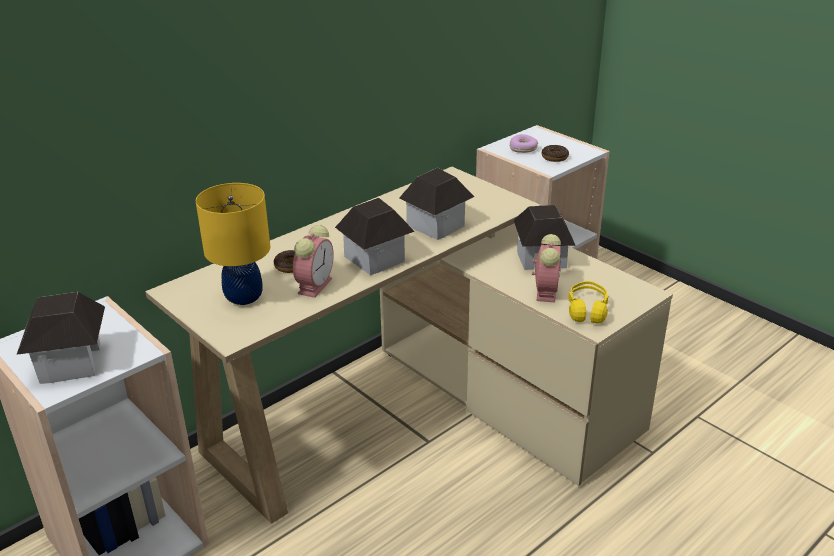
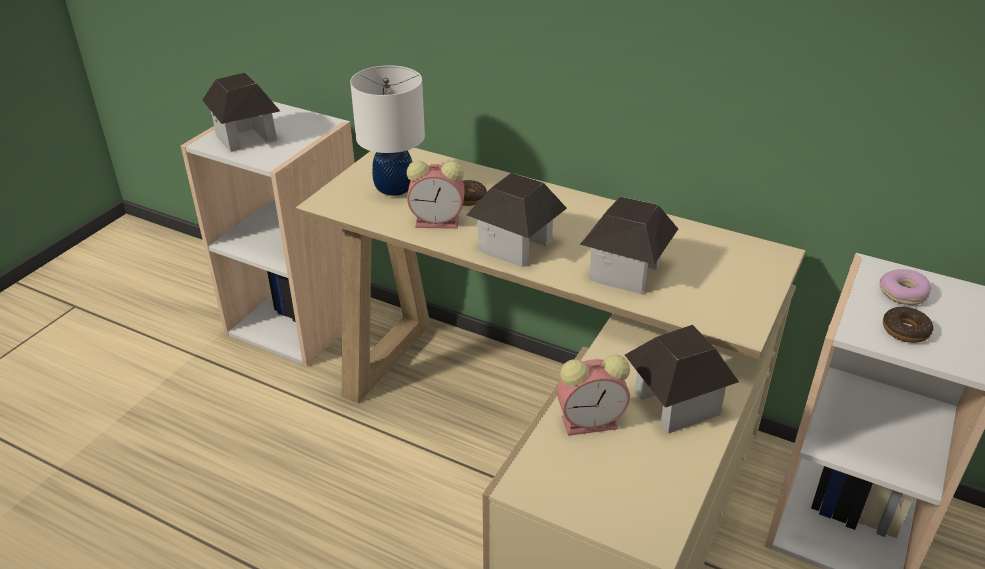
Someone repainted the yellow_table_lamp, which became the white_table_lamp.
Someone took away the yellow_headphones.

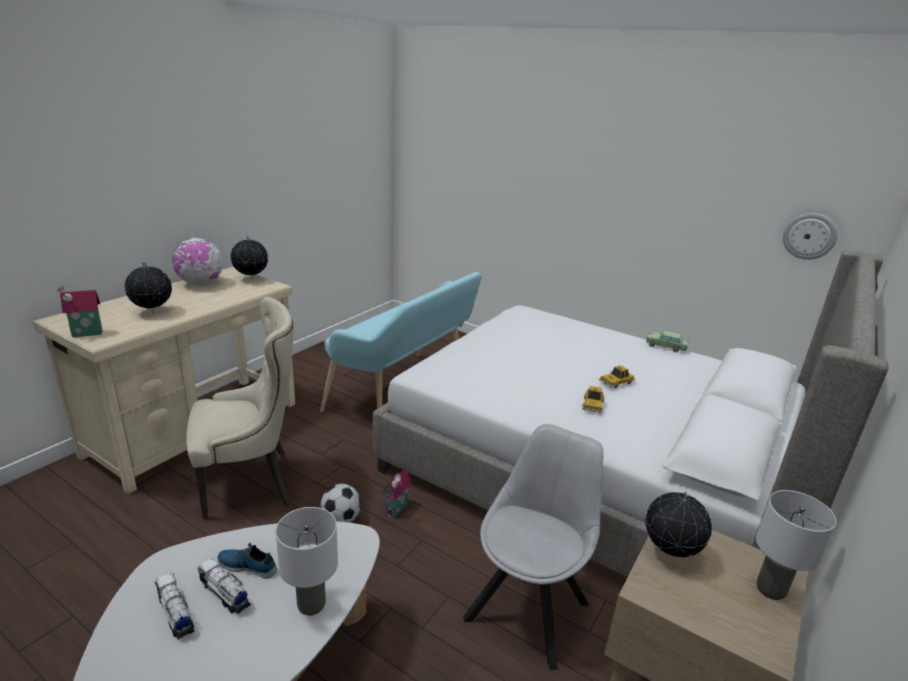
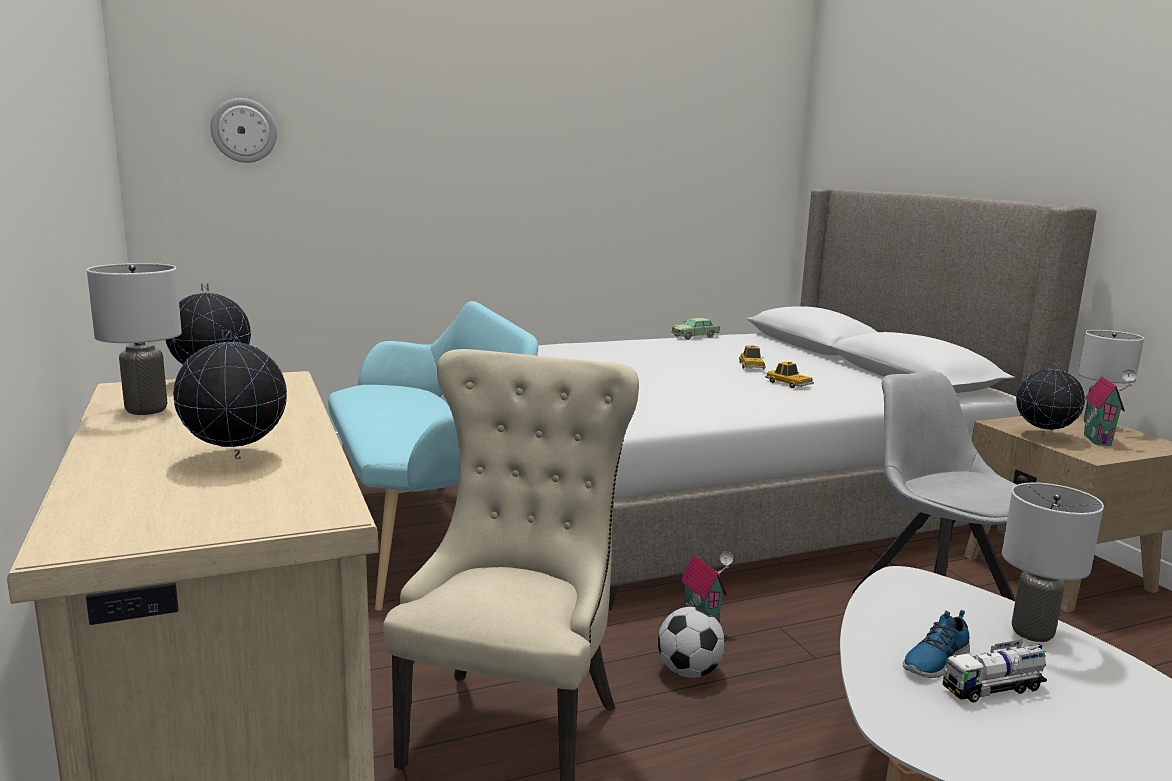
Someone carried the toy_house (1st from left in the first image).
Someone took away the toy_truck (1st from left).
Someone swapped the globe (2nd from left) for the white_table_lamp (1st from left).
Someone carried the wall_clock.

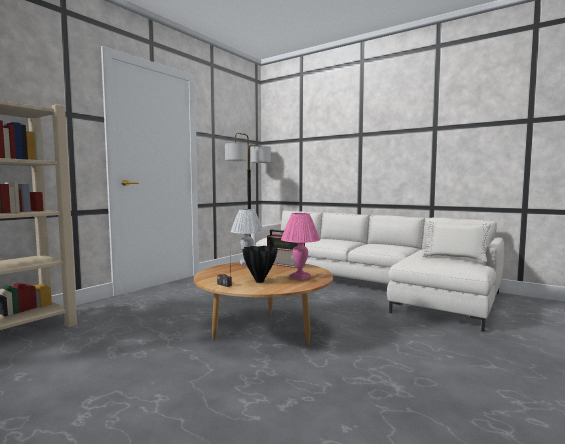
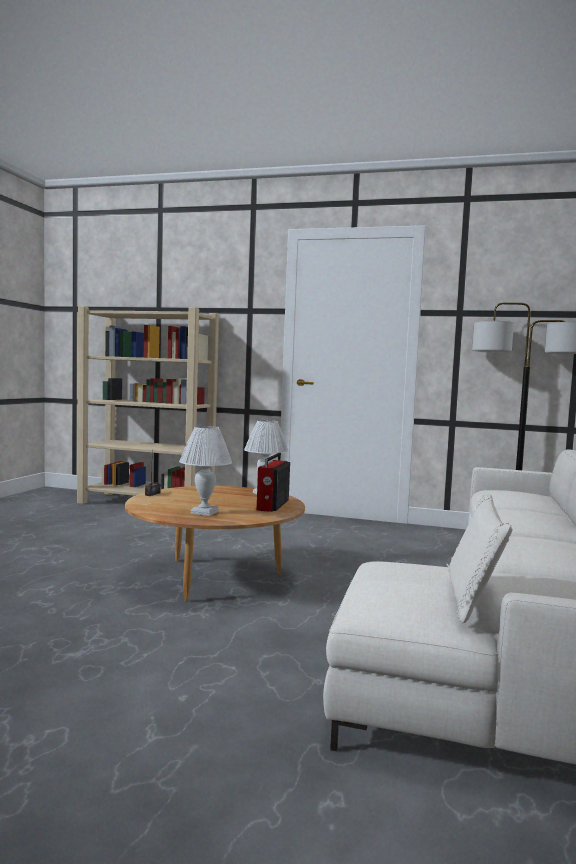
Someone took away the black_vase.
Someone repainted the pink_table_lamp, which became the white_table_lamp (1st from left).

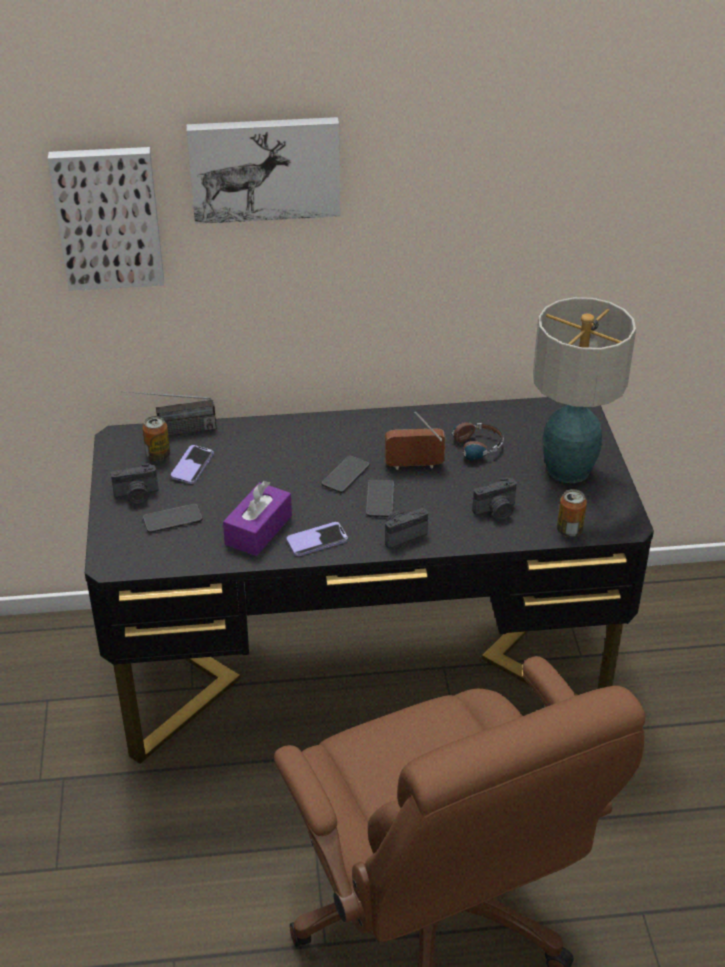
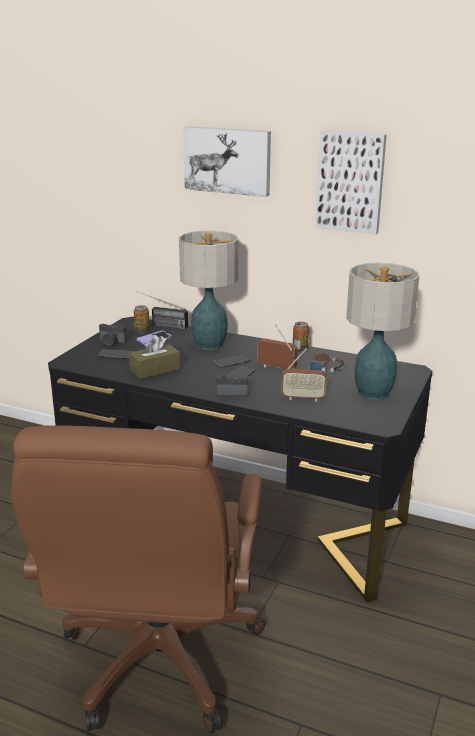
Someone carried the picture (1st from left in the first image).
Someone repainted the purple_tissue_box, which became the brown_tissue_box.
Someone took away the phone (3rd from left).
Someone swapped the photo_camera (3rd from left) for the radio (3rd from left).
Someone carried the can (2nd from left).
Someone put down the table_lamp (1st from left).

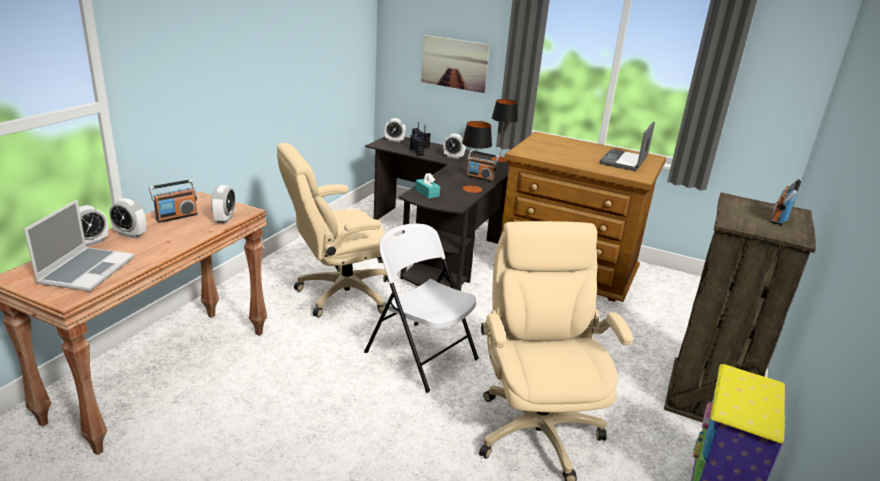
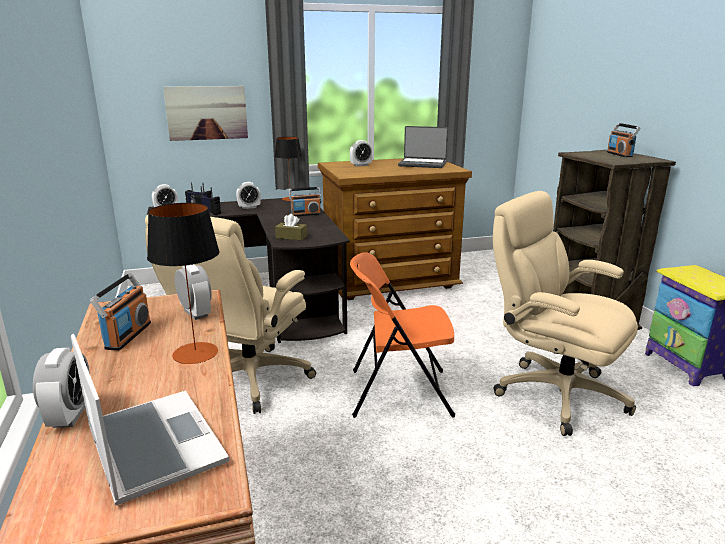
Someone carried the alarm_clock (2nd from left in the first image).
Someone repainted the white_chair, which became the orange_chair.
Someone repainted the turquoise_tissue_box, which became the brown_tissue_box.
Someone carried the table_lamp (1st from left).
Someone rotated the laptop (2nd from left) by 60 degrees counterclockwise.

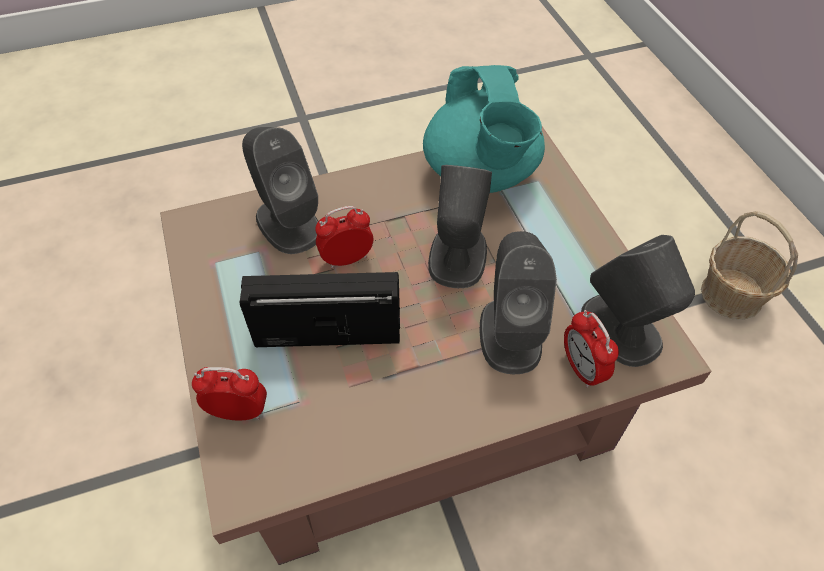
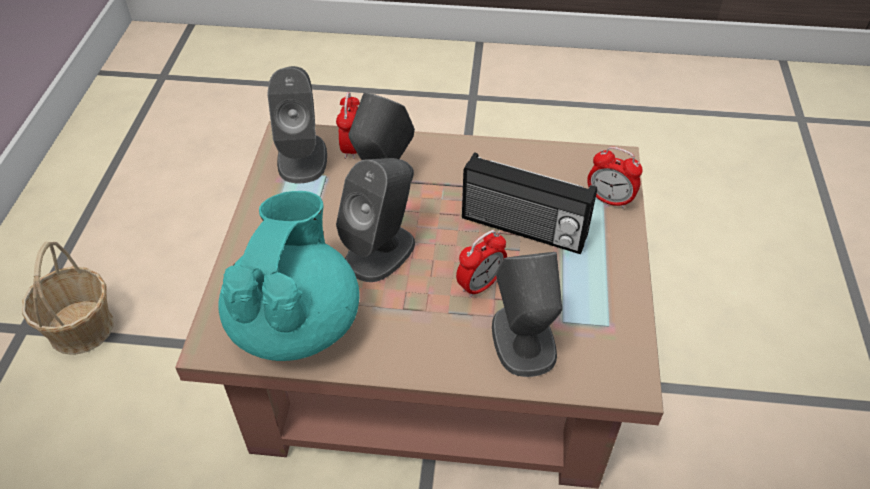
Someone rotated the alarm_clock (2nd from left) by 45 degrees counterclockwise.

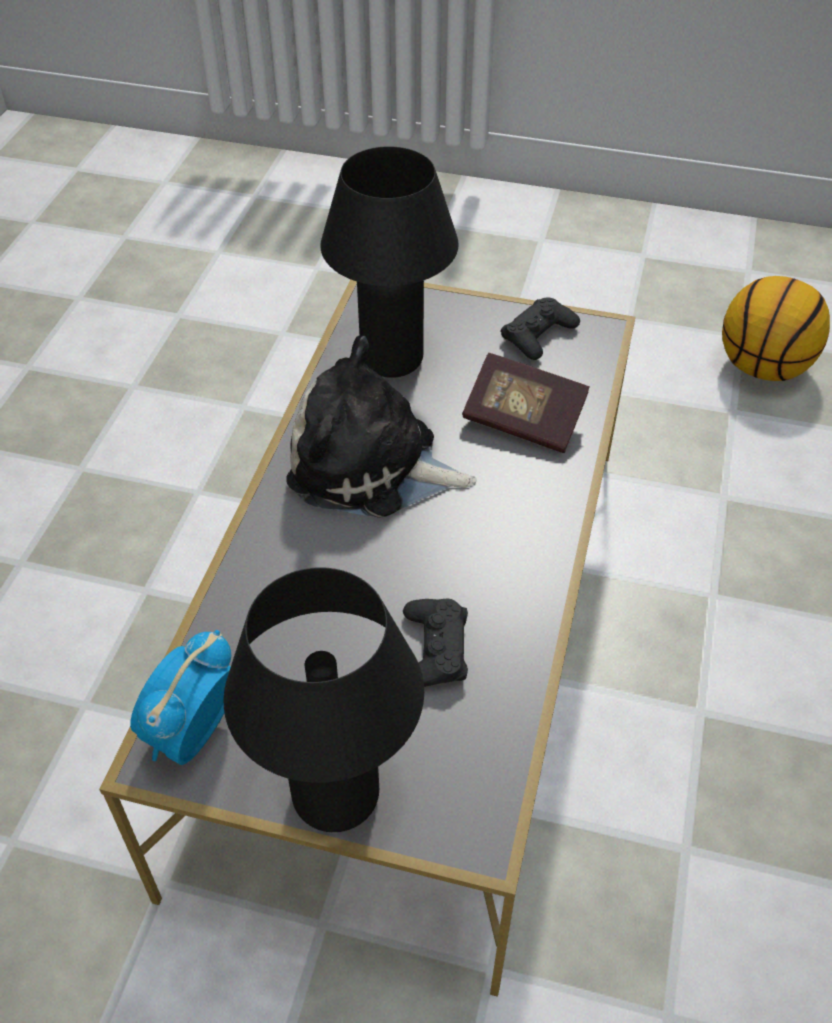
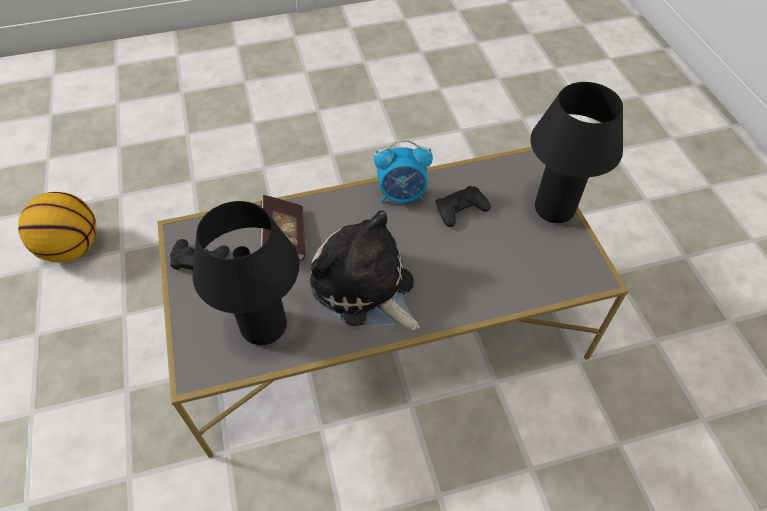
Someone carried the alarm_clock.
Someone rotated the plush_toy by 150 degrees clockwise.

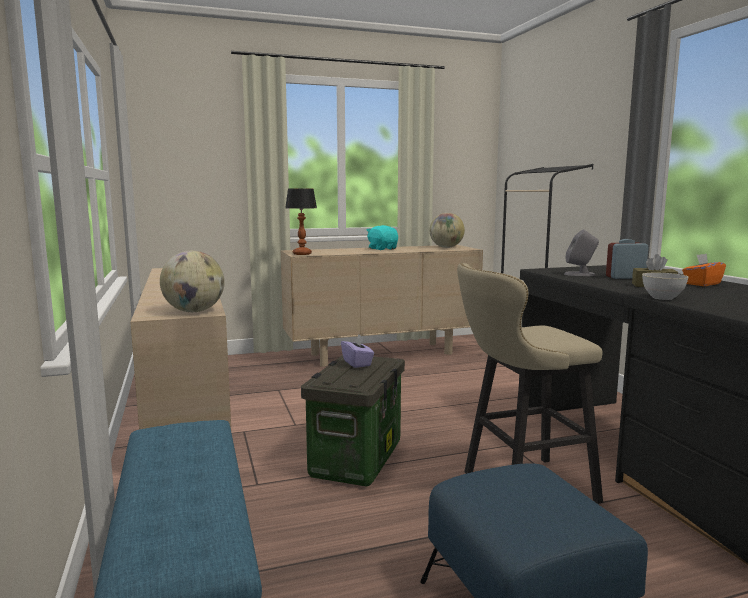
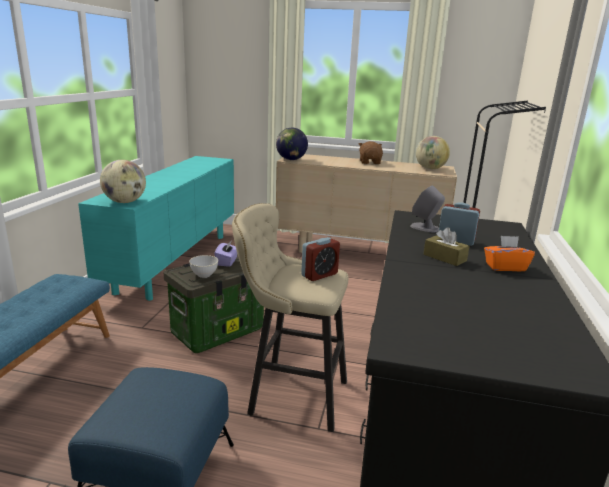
Someone repainted the beige_cabinet, which became the turquoise_cabinet.
Someone swapped the table_lamp for the globe (2nd from left).
Someone repainted the turquoise_plush_toy, which became the brown_plush_toy.
Someone carried the grey_bowl.
Someone put down the alarm_clock (1st from left).

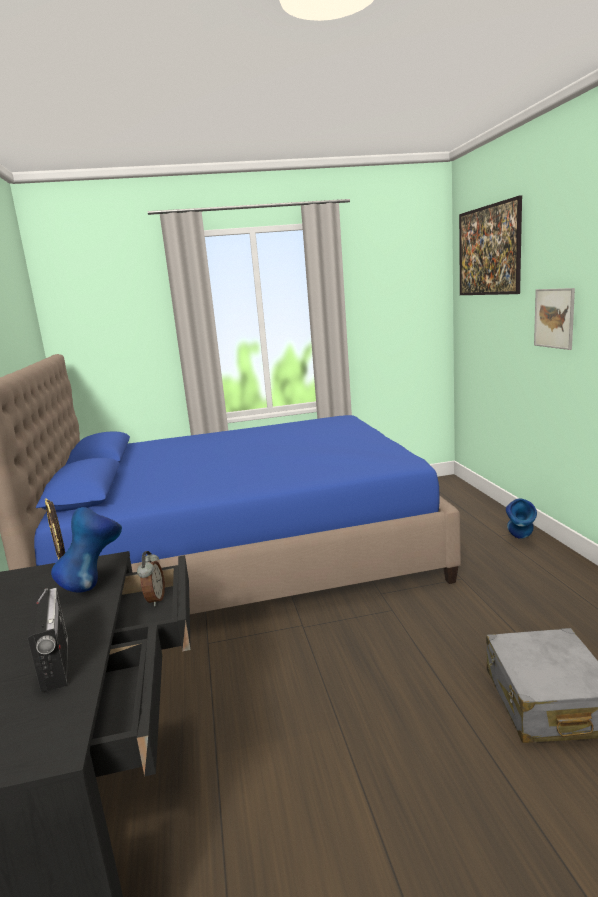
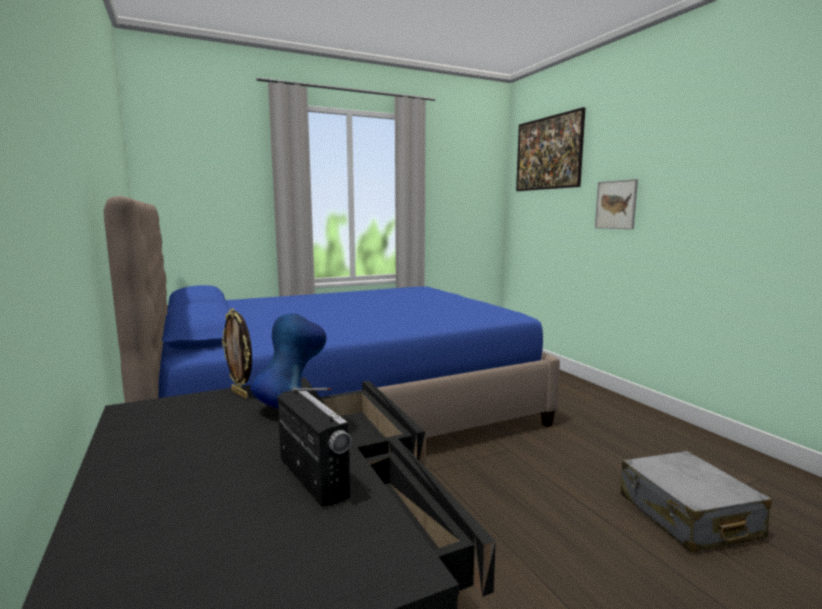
Someone took away the alarm_clock.
Someone took away the blue_vase (2nd from left).

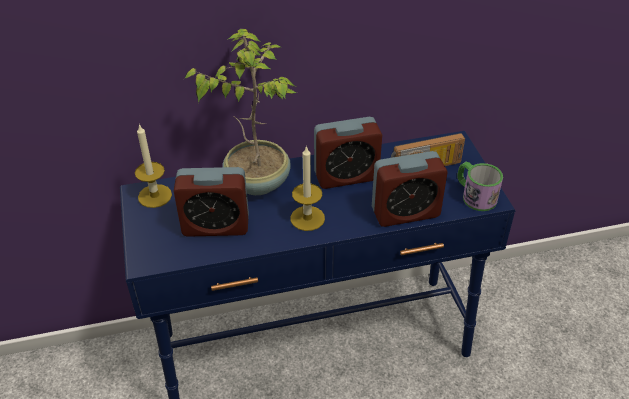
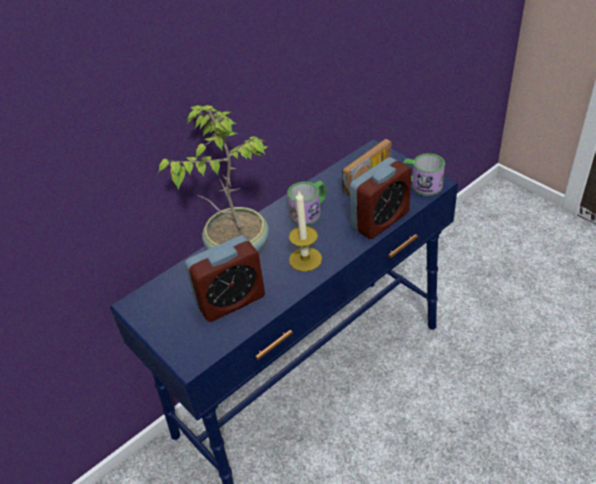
Someone took away the candle (1st from left).
Someone swapped the alarm_clock (2nd from left) for the mug (1st from left).

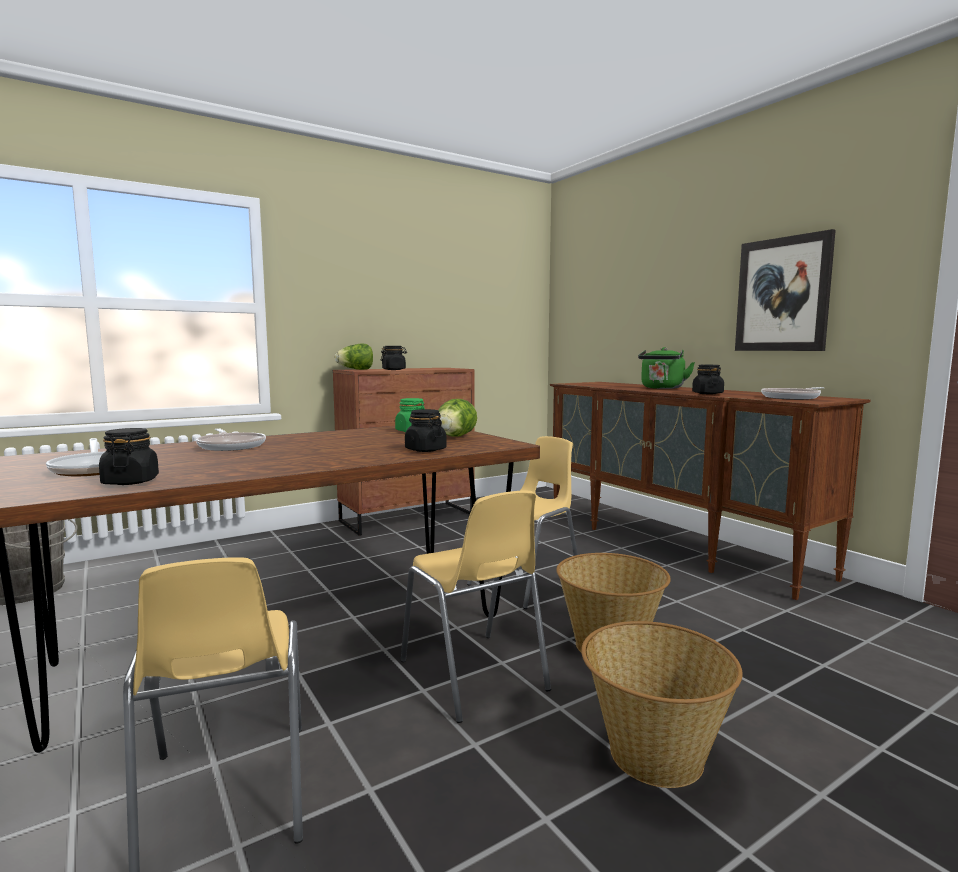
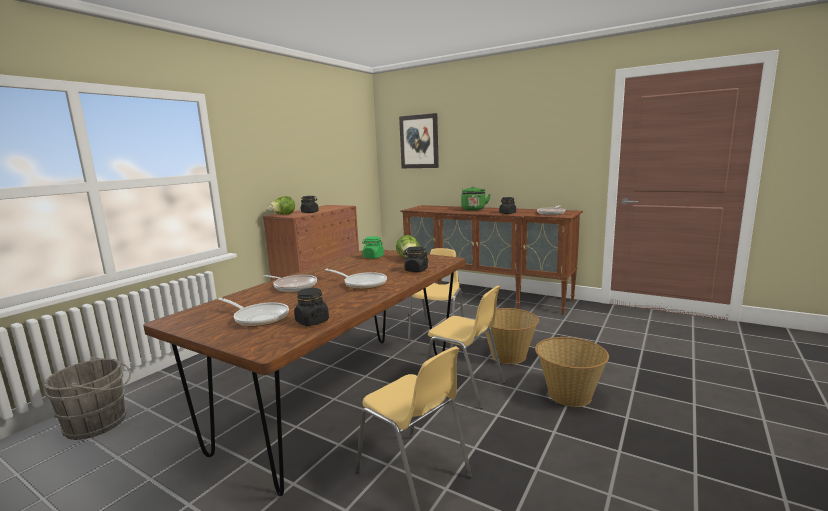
Someone carried the picture.
Someone put down the frying_pan (3rd from left).

